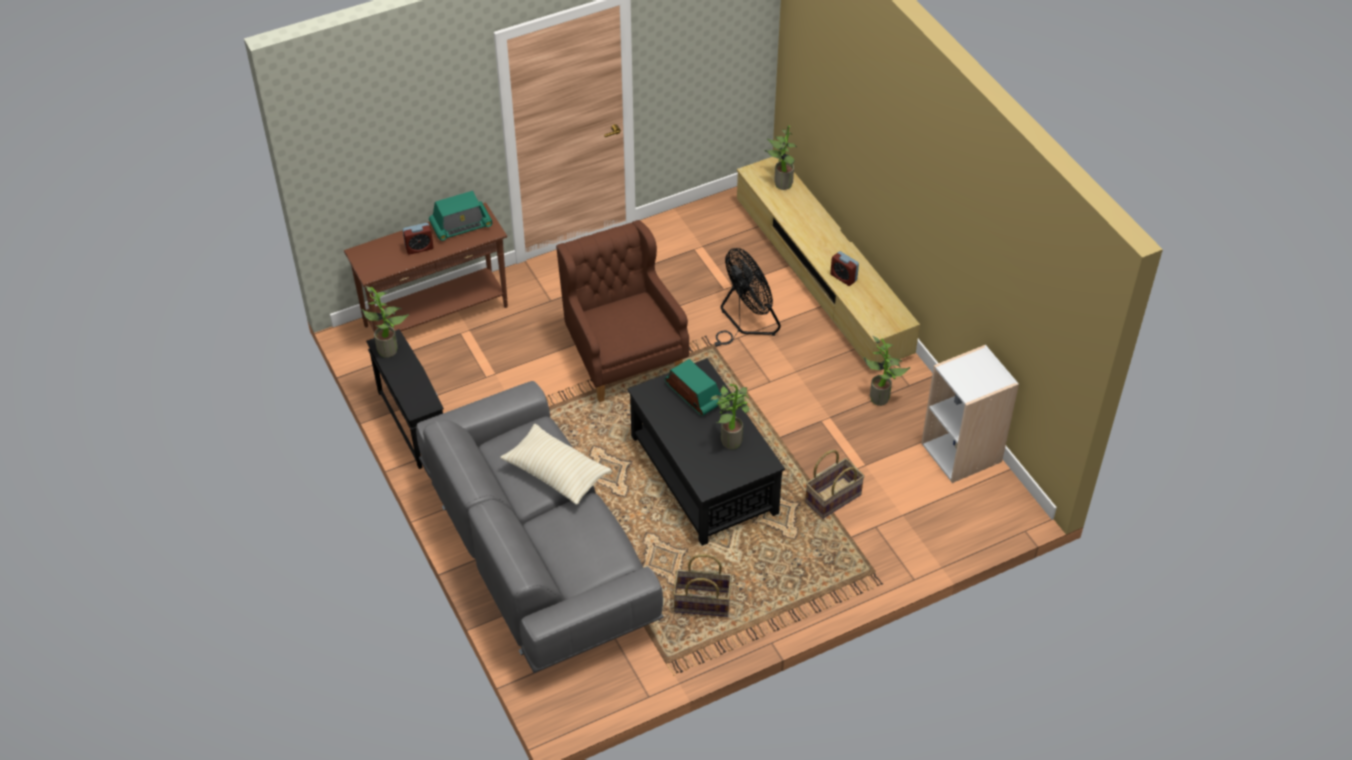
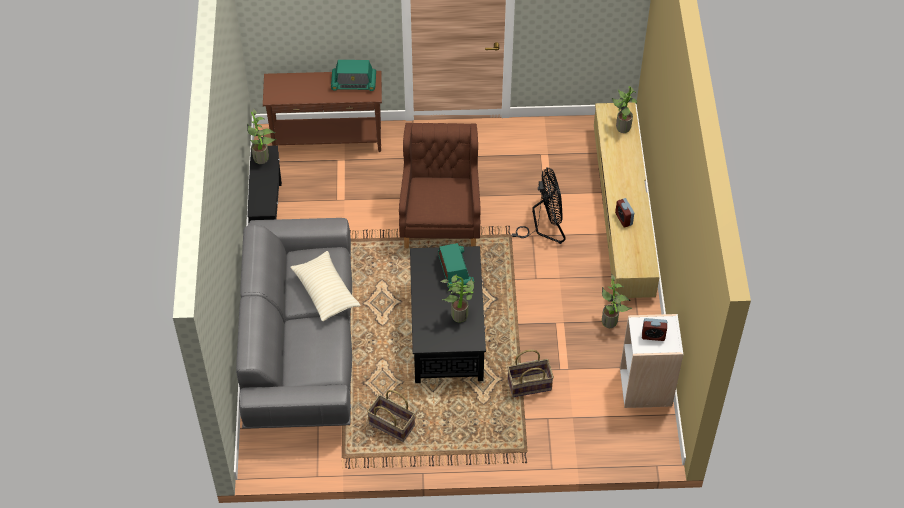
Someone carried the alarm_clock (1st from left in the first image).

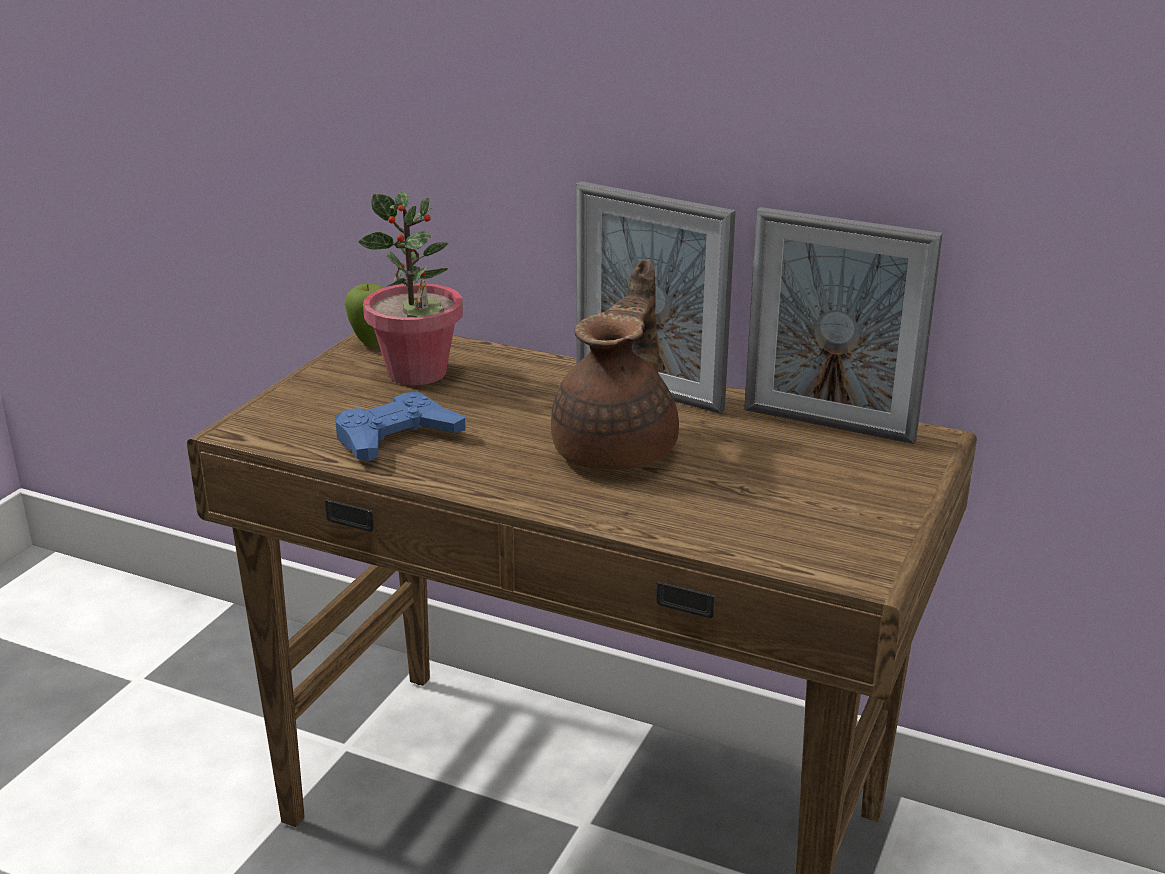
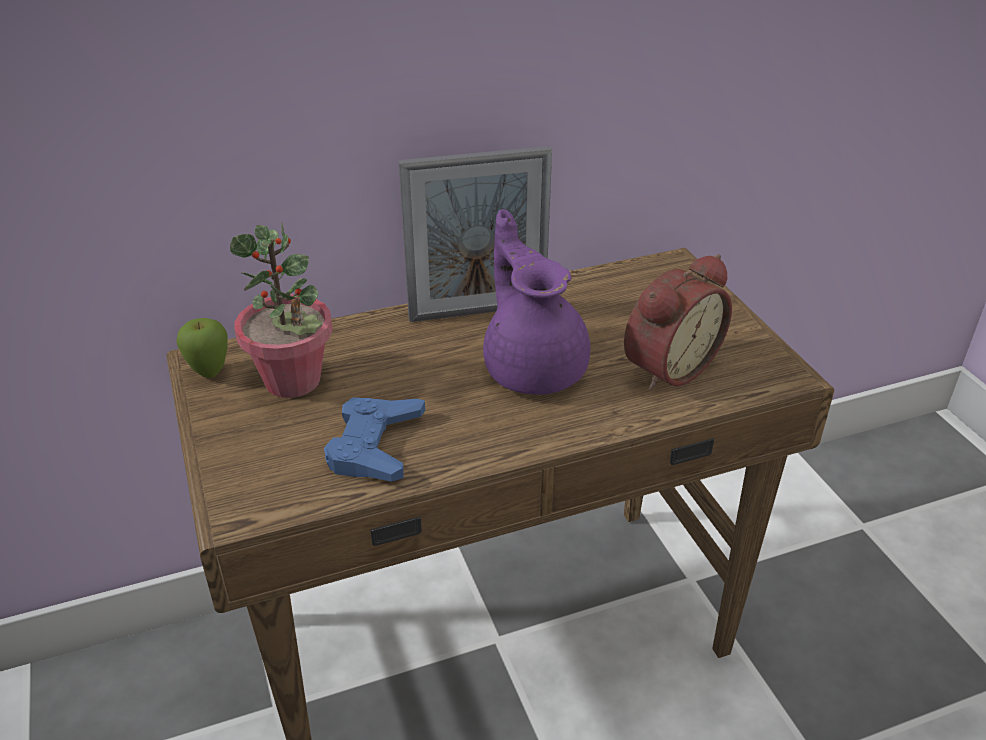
Someone repainted the brown_teapot, which became the purple_teapot.
Someone took away the picture_frame (2nd from left).
Someone put down the alarm_clock.

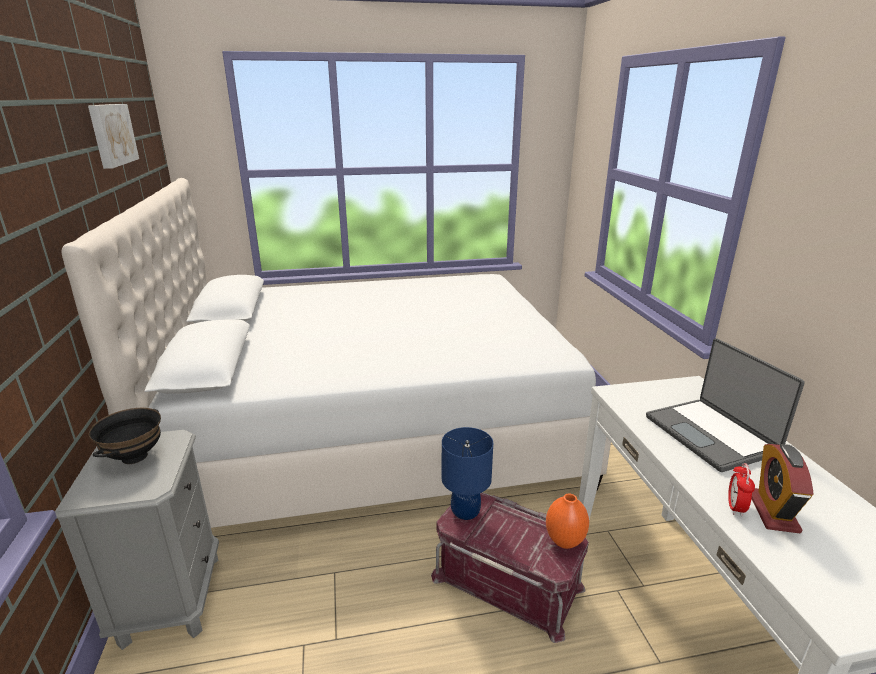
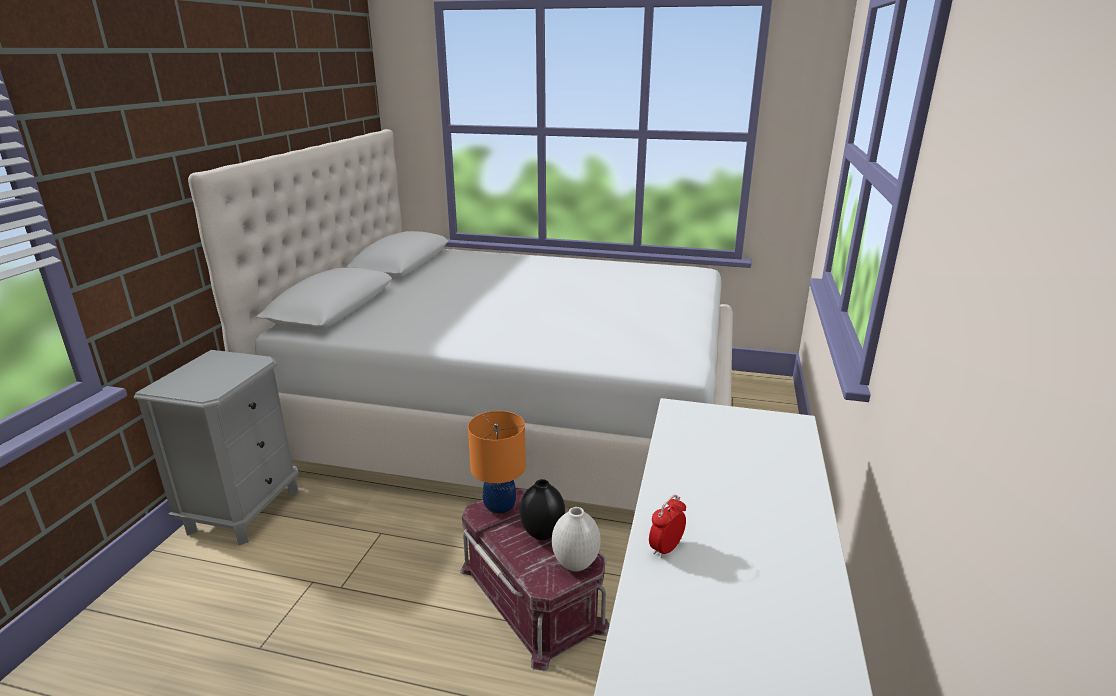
Someone took away the picture.
Someone took away the black_bowl.
Someone repainted the blue_table_lamp, which became the orange_table_lamp.
Someone repainted the orange_vase, which became the white_vase.
Someone took away the laptop.
Someone took away the alarm_clock (2nd from left).
Someone put down the black_vase.

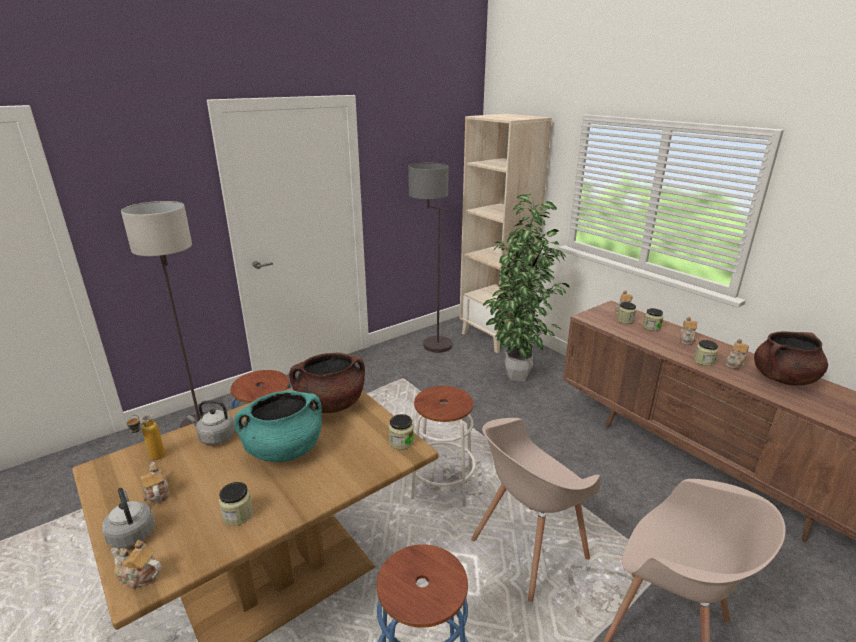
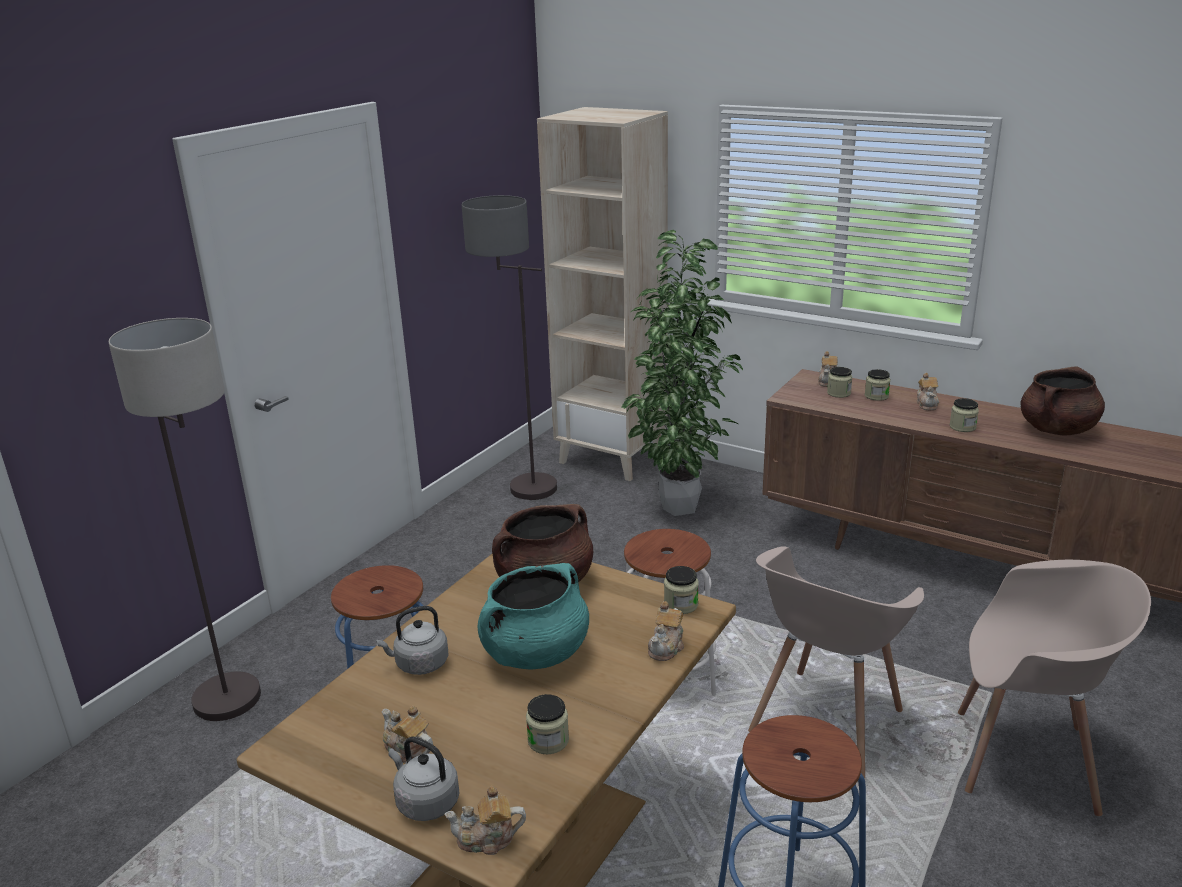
Someone took away the bottle.
Someone carried the teapot (5th from left in the first image).

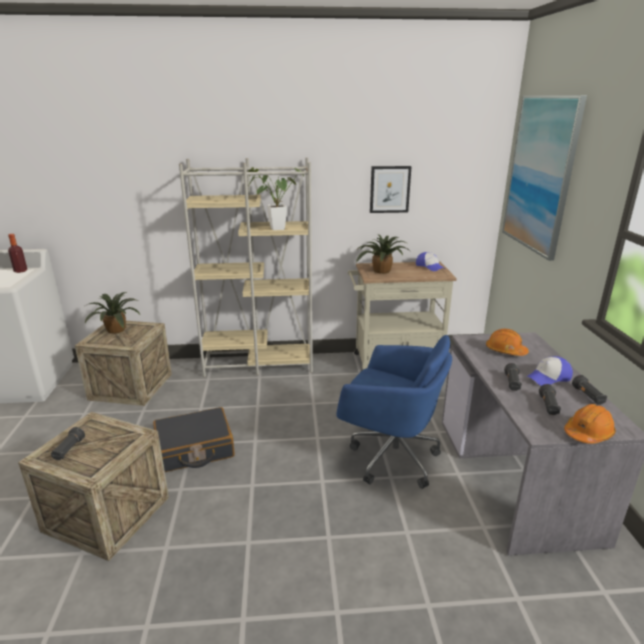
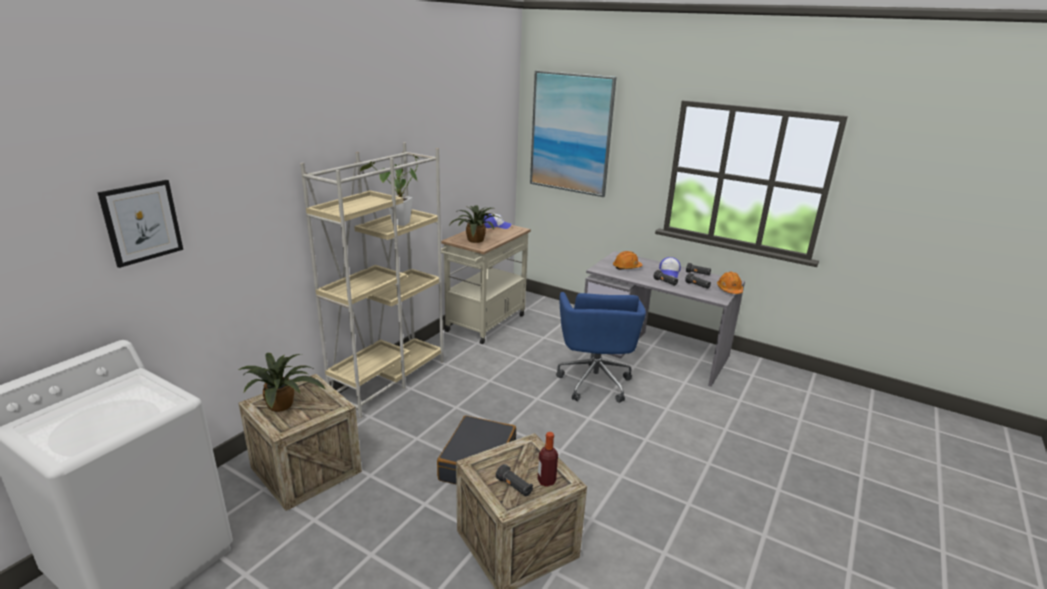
Someone carried the bottle.
Someone rotated the blue_office_chair by 120 degrees clockwise.
Someone carried the picture (1st from left).

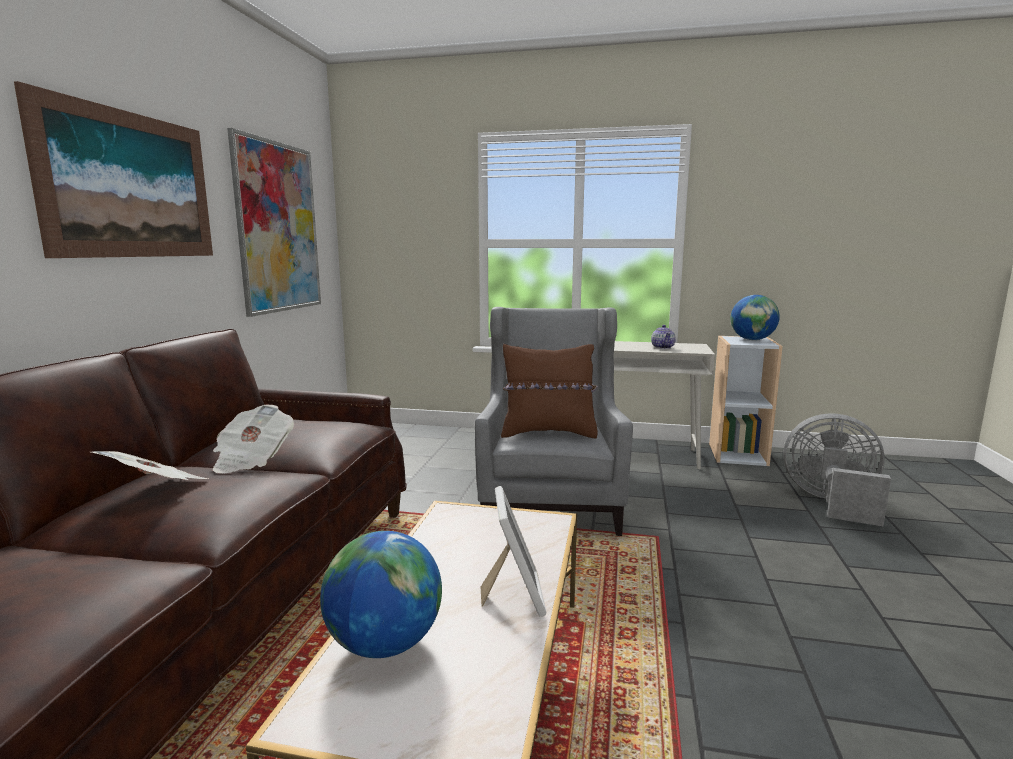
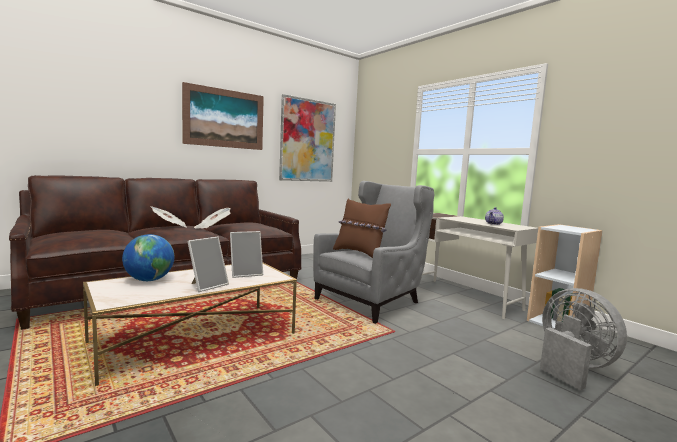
Someone took away the globe (2nd from left).
Someone put down the picture_frame (2nd from left).

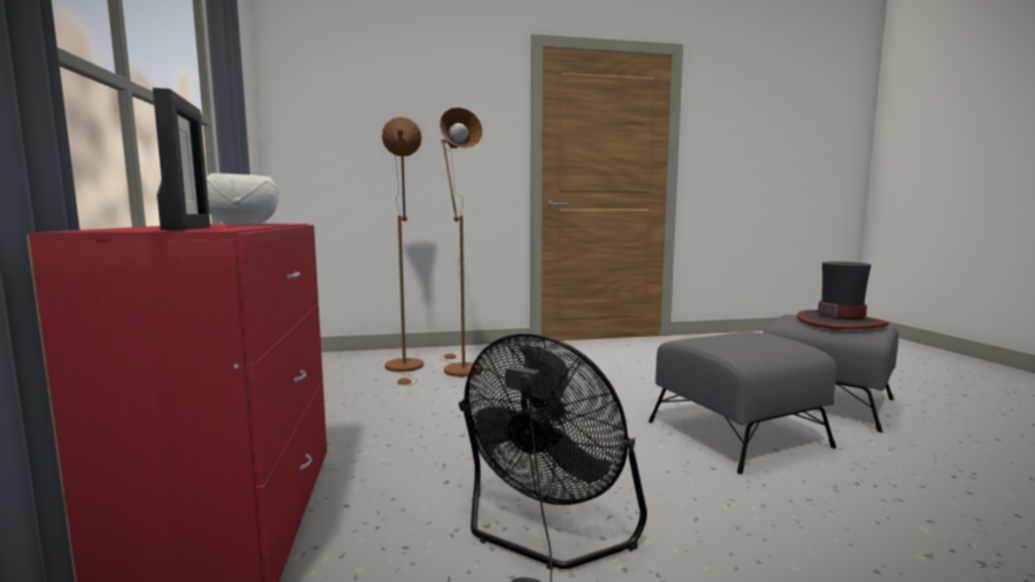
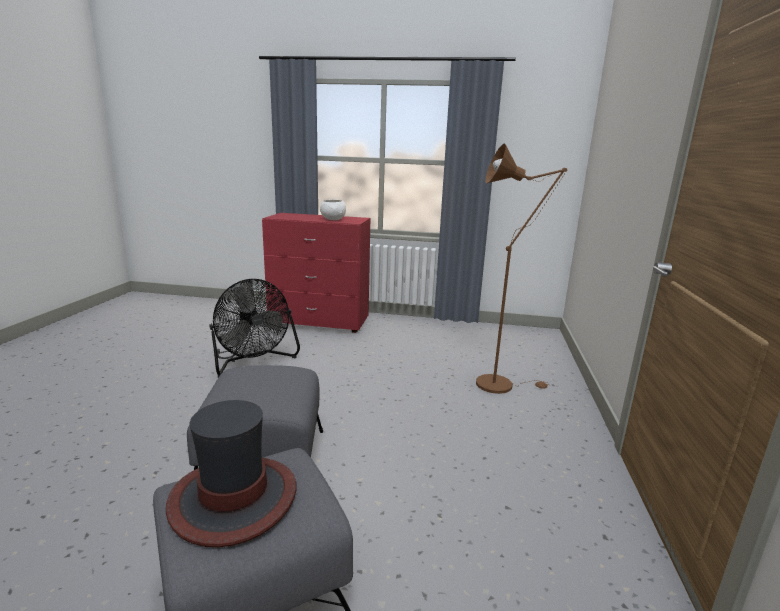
Someone took away the picture_frame.
Someone took away the brown_floor_lamp (1st from left).

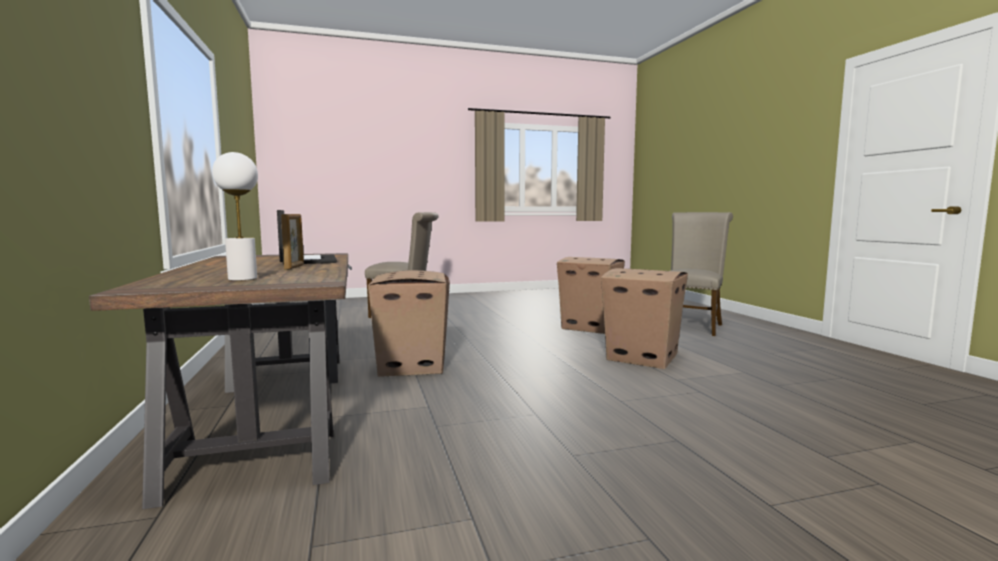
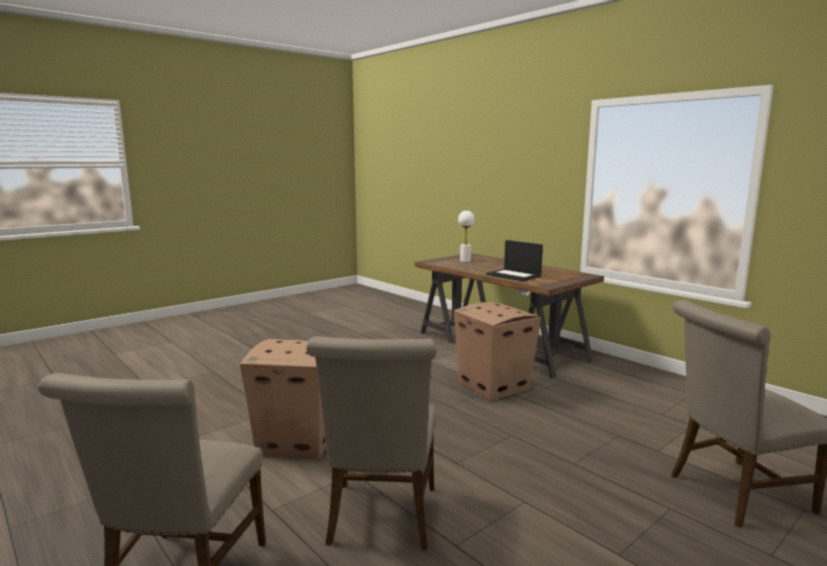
Someone took away the picture_frame.
Someone swapped the cardboard_box (2nd from left) for the beige_chair (2nd from left).

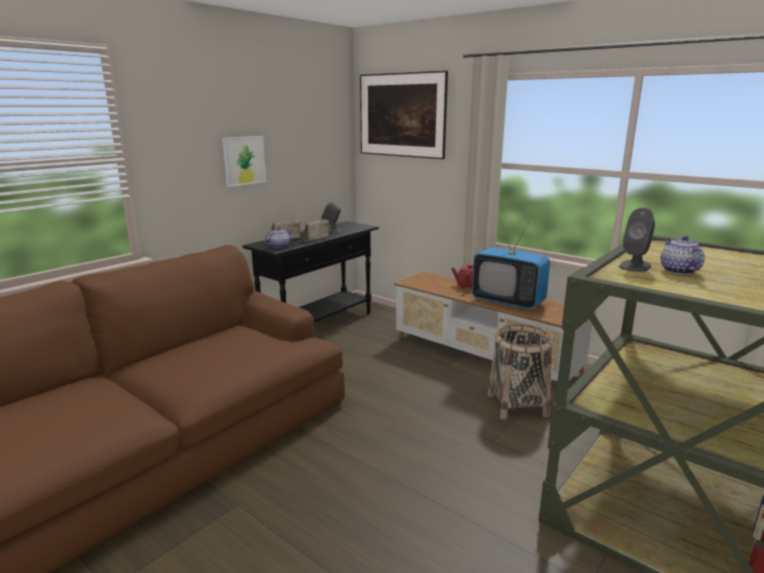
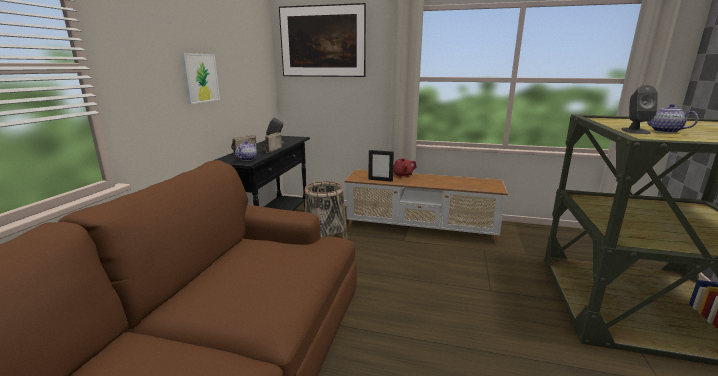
Someone took away the television.
Someone carried the basket.
Someone put down the picture_frame.

